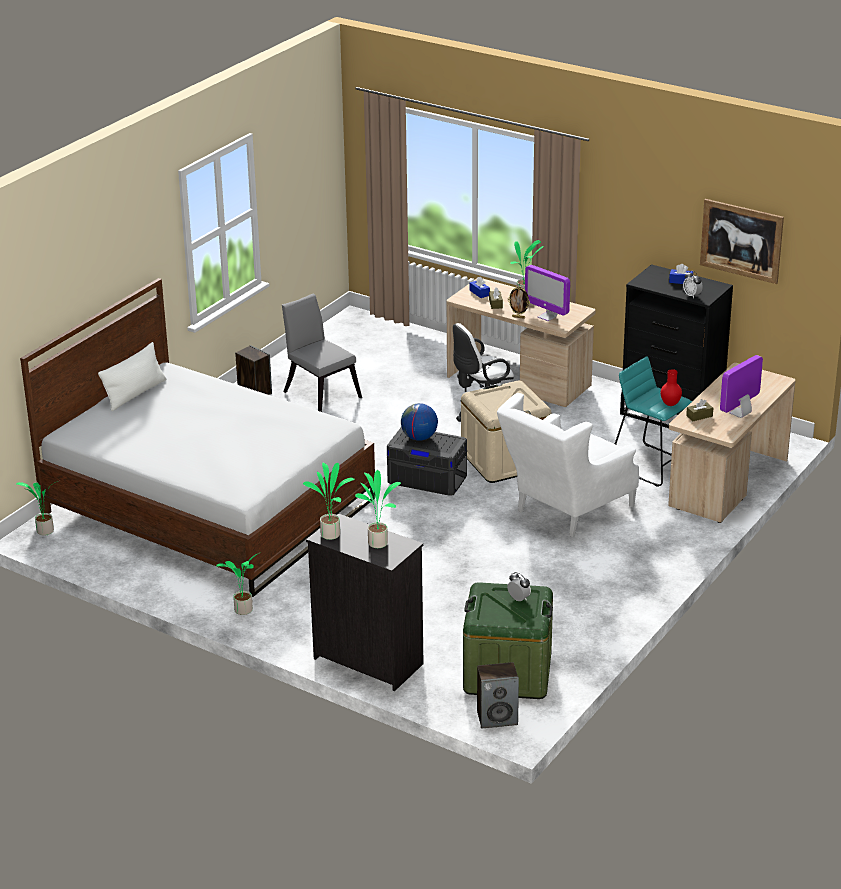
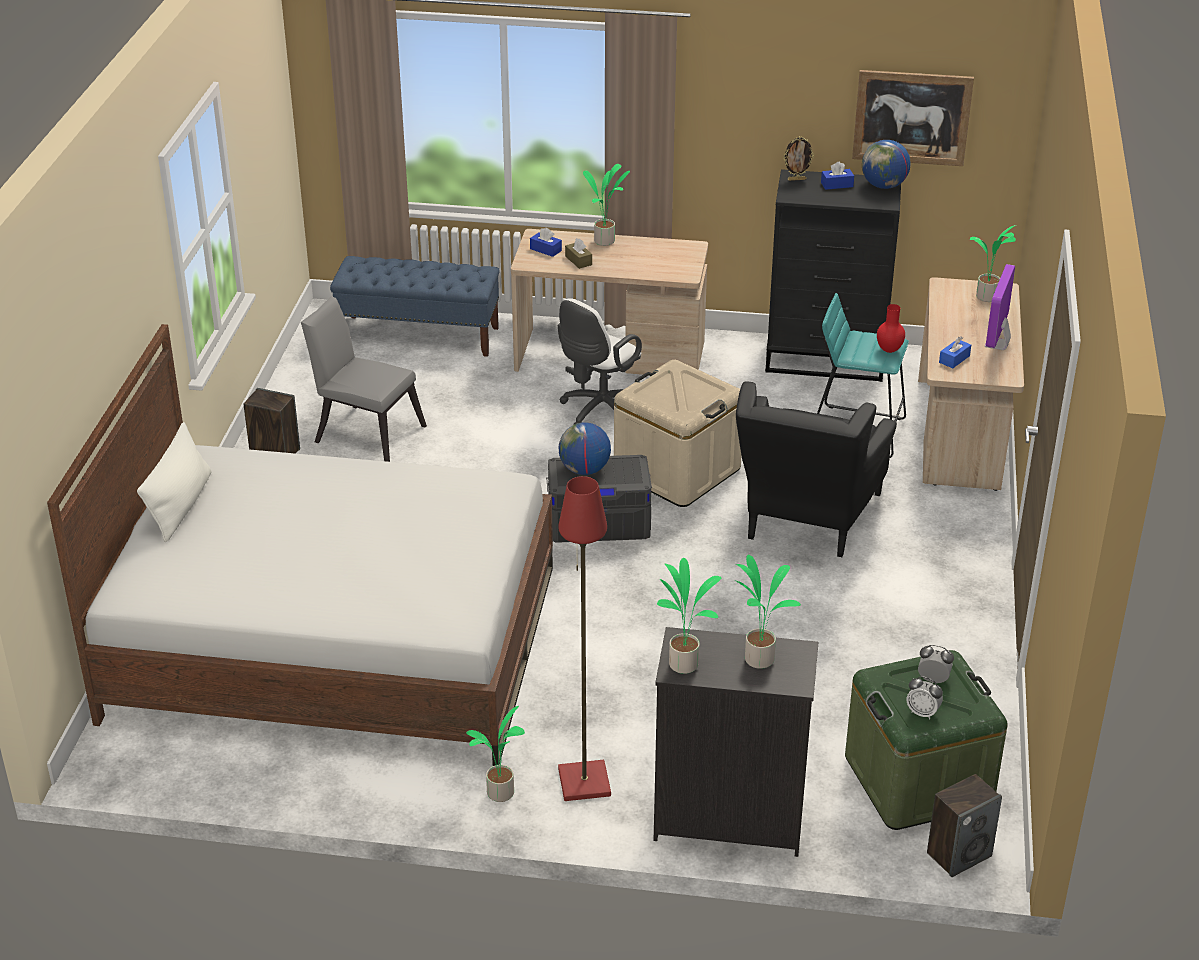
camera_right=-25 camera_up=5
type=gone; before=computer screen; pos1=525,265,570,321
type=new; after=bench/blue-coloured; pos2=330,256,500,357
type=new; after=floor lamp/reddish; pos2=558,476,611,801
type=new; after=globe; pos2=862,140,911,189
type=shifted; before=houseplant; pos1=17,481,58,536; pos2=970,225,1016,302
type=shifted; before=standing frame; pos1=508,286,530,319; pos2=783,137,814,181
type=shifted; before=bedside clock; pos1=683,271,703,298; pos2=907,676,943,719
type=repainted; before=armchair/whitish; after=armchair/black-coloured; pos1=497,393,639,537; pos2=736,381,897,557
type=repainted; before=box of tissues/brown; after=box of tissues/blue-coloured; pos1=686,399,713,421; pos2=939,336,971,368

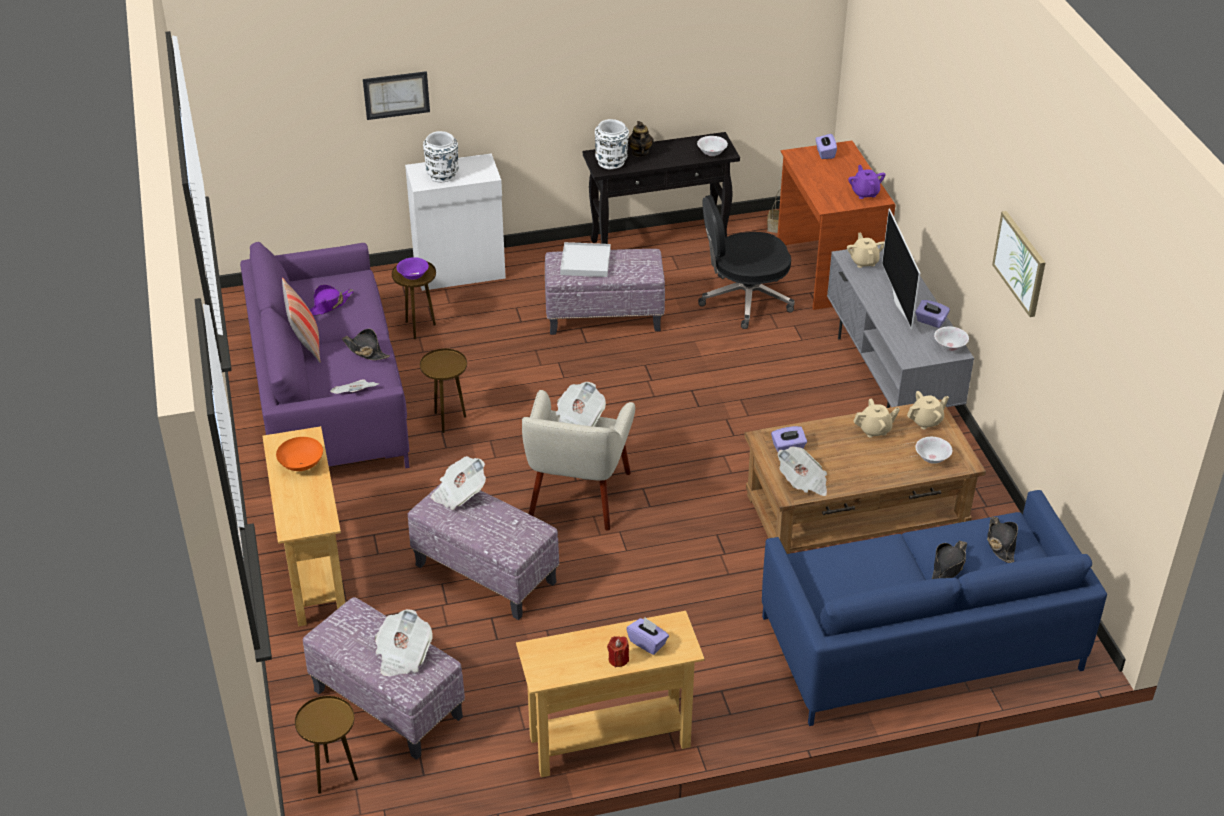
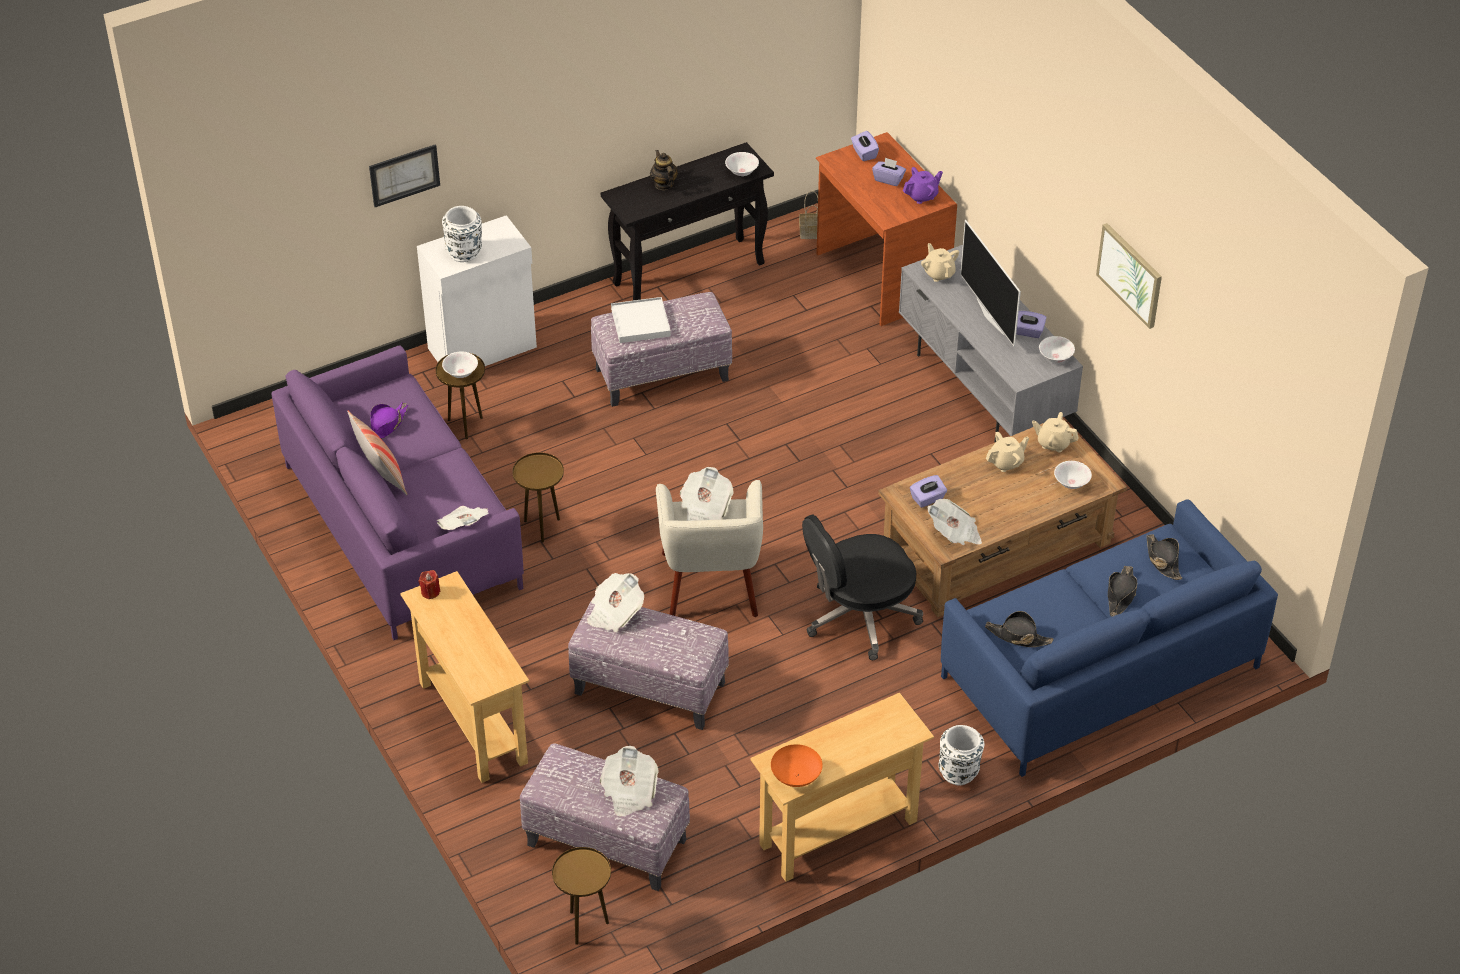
camera_right=-15 camera_up=5
type=shifted; before=serving bowl/orangey; pos1=276,437,323,471; pos2=771,744,823,787
type=shifted; before=wearable hat/black-coloured; pos1=342,329,390,360; pos2=985,611,1053,647
type=shifted; before=flower vase/whitish; pos1=595,119,629,169; pos2=939,725,984,785
type=shifted; before=wax candle/reddish; pos1=607,636,629,667; pos2=419,570,441,600
type=shifted; before=box of tissues/purple-coloured; pos1=626,618,669,655; pos2=872,157,906,186
type=shifted; before=computer chair/black-coloured; pos1=698,195,795,329; pos2=802,515,923,660
type=repainted; before=serving bowl/purple-coloured; after=serving bowl/whitish; pos1=396,257,429,280; pos2=442,352,478,378
type=rotated; before=pot for tea/purple-coloured; pos1=848,165,886,199; pos2=903,167,943,204; turn=90
type=rotated; before=pot for tea/beige-coloured; pos1=907,391,949,429; pos2=1032,412,1078,453; turn=-120

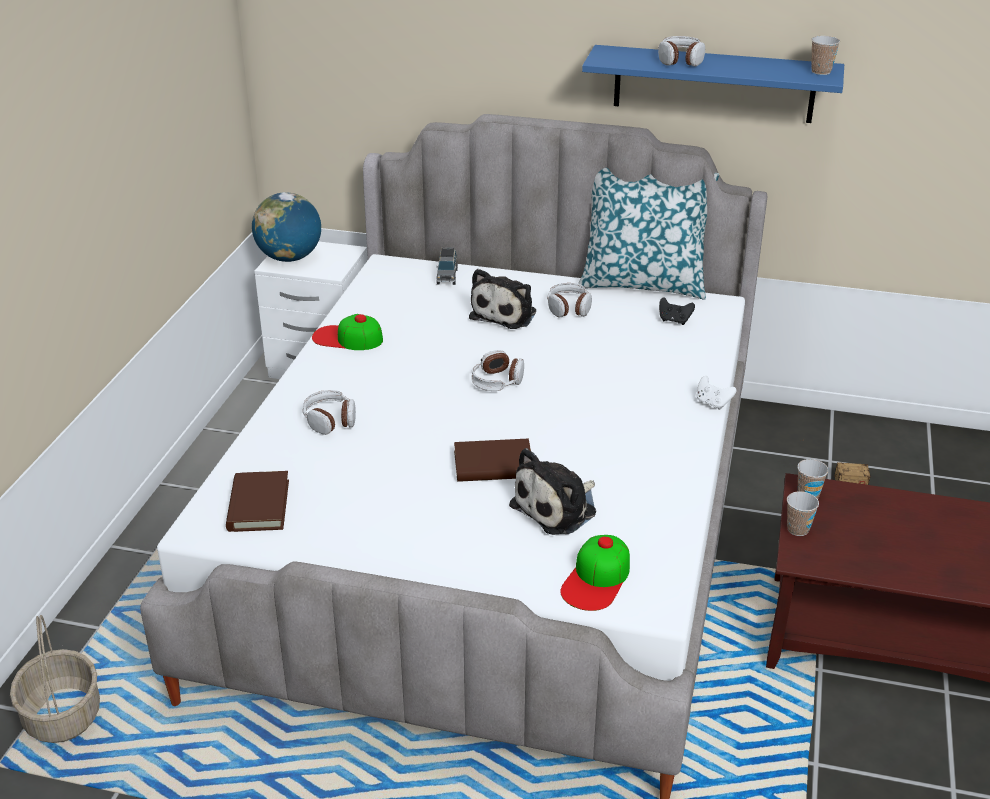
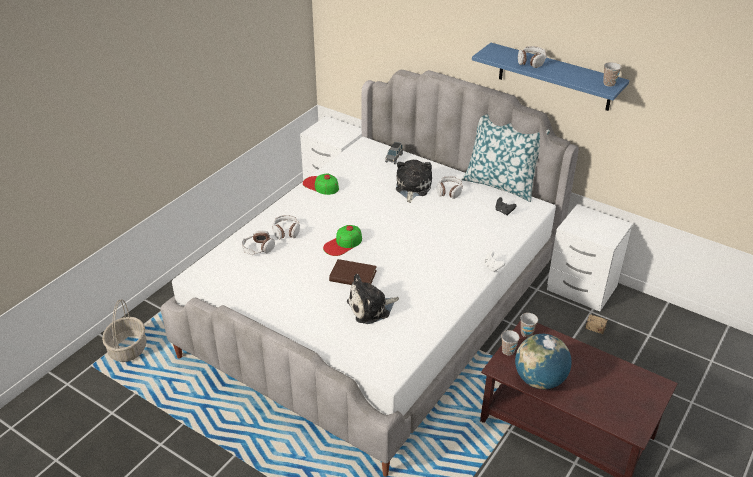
camera_right=20 camera_up=5
type=gone; before=bound book/brown; pos1=226,471,289,532
type=new; after=night table/whitish; pos2=547,204,633,312
type=shifted; before=globe; pos1=252,192,321,262; pos2=515,334,572,389
type=shifted; before=headset; pos1=472,350,524,391; pos2=242,230,275,255
type=shifted; before=cap; pos1=560,535,630,611; pos2=323,225,362,256
type=rotated; before=soft toy; pos1=469,269,536,329; pos2=396,160,432,203; turn=150

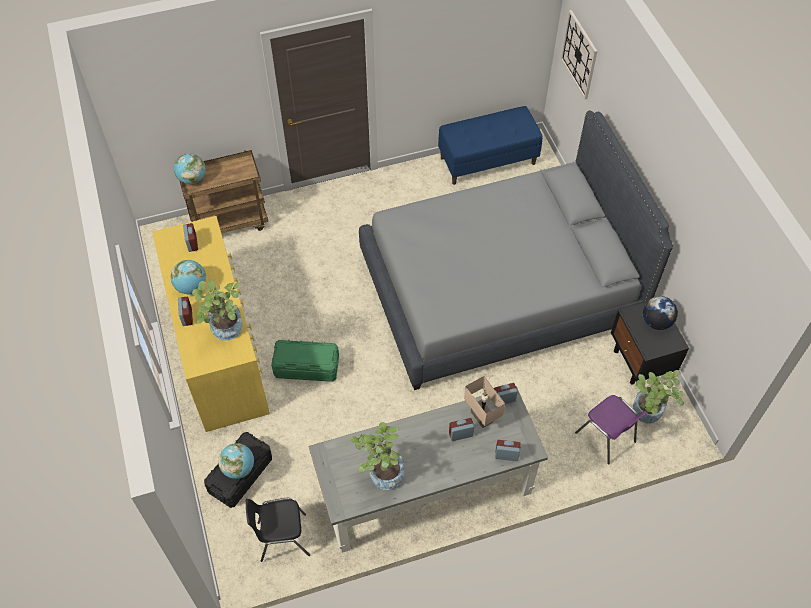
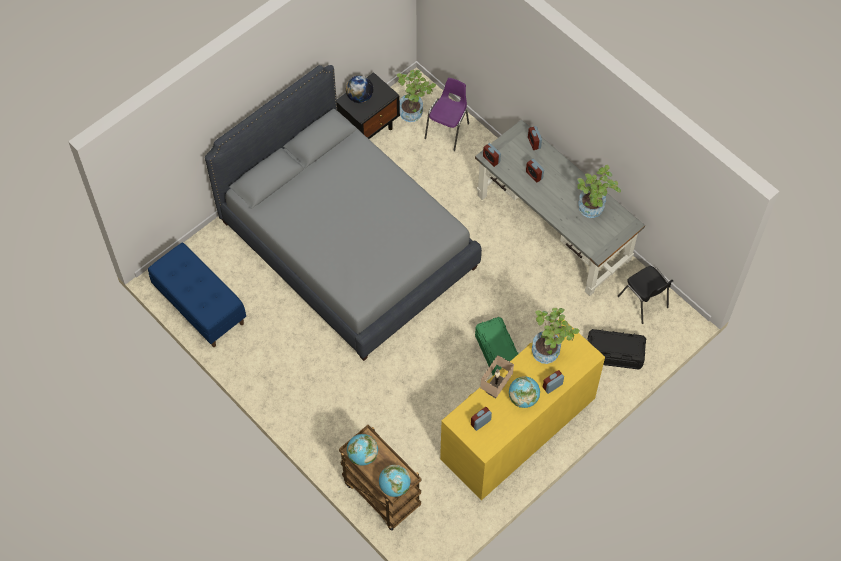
camera_right=-115 camera_up=5
type=gone; before=clock on the wall; pos1=561,10,597,99
type=shifted; before=globe; pos1=218,443,254,479; pos2=347,434,378,466
type=shifted; before=table lamp/beige-coloured; pos1=464,376,505,428; pos2=480,355,514,398

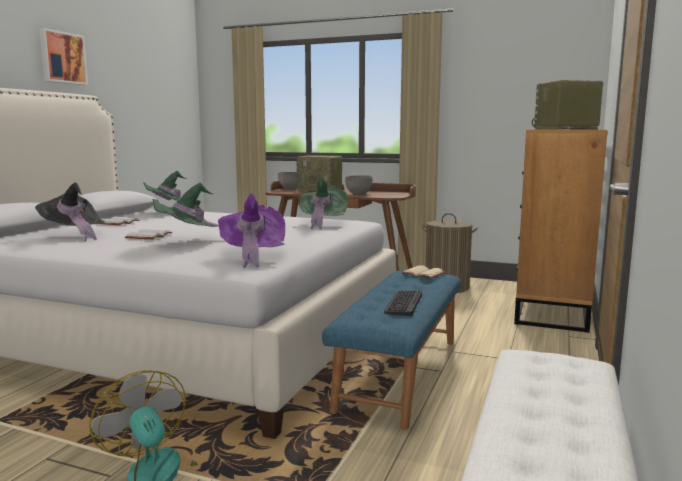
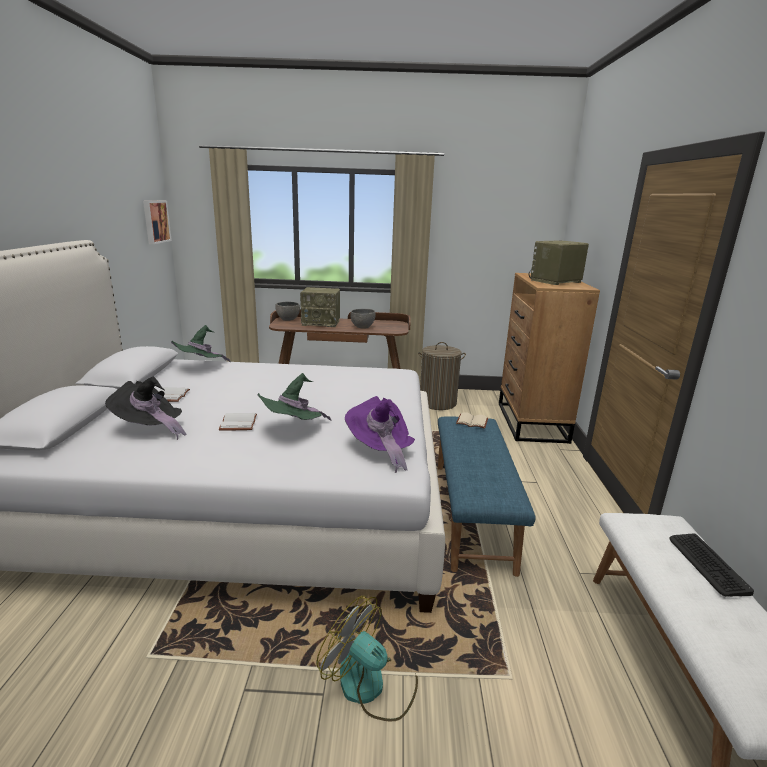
camera_right=-20 camera_up=10
type=gone; before=wearable hat/green-coloured; pos1=300,177,349,229
type=shifted; before=wall art; pos1=39,28,88,85; pos2=143,201,172,244
type=shifted; before=PC keyboard; pos1=384,290,422,316; pos2=669,533,754,597

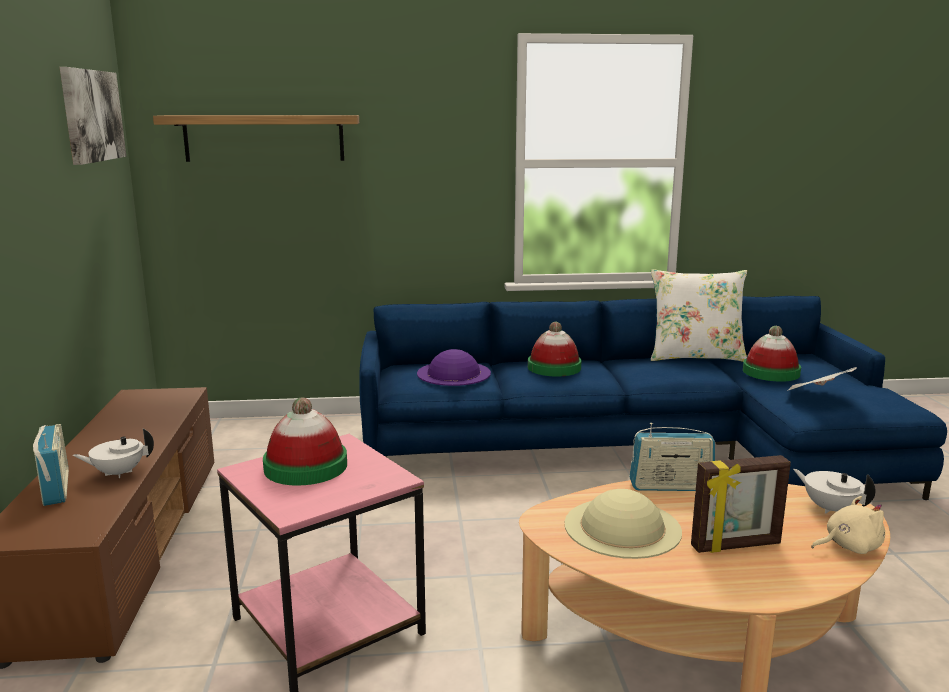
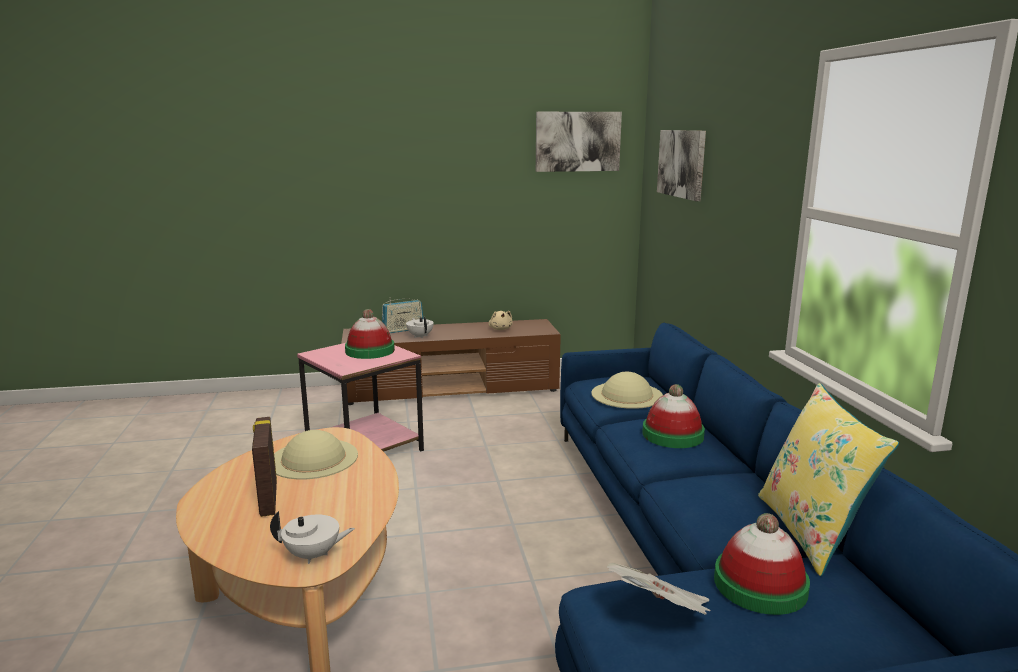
camera_right=85 camera_up=0
type=gone; before=radio; pos1=629,423,715,491
type=shifted; before=soft toy/beige-coloured; pos1=812,496,885,554; pos2=489,311,513,330
type=swapped; before=wall shelf; after=wall art; pos1=153,115,359,162; pos2=657,130,706,201
type=repainted; before=wearable hat/purple-coloured; after=wearable hat/beige-coloured; pos1=417,349,491,386; pos2=591,372,663,409
type=repainted; before=pillow/whitish; after=pillow/yellowish; pos1=651,269,747,362; pos2=758,383,899,576
type=rotated; before=pot for tea/whitish; pos1=793,469,876,514; pos2=270,511,355,564; turn=45

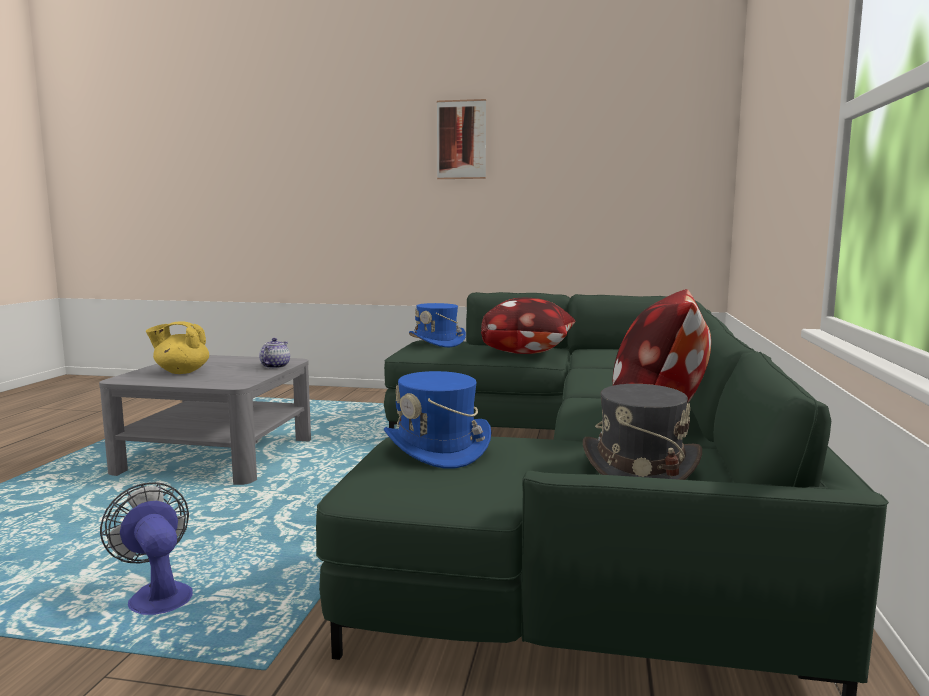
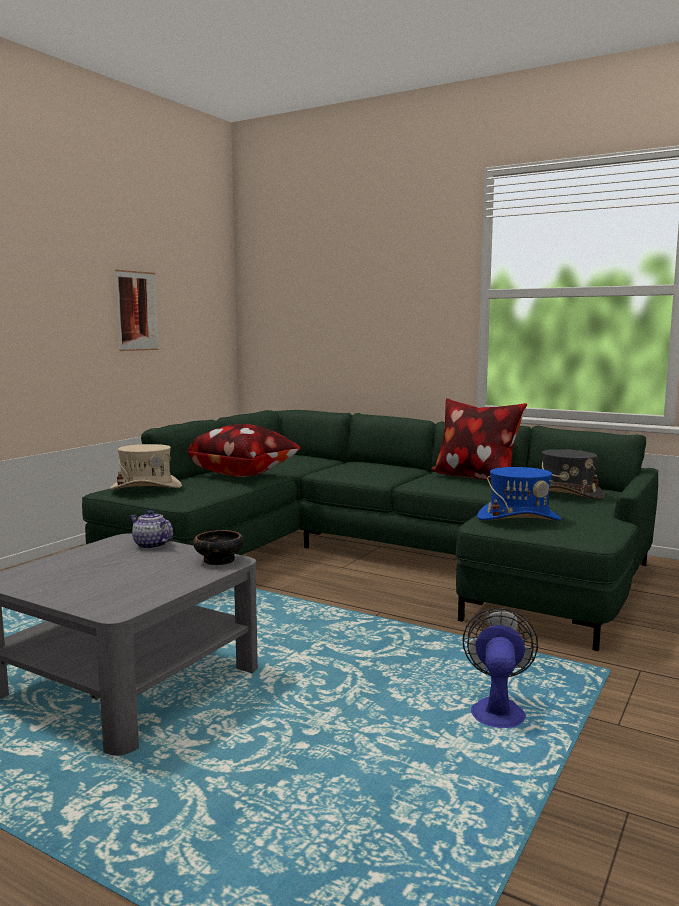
camera_right=-70 camera_up=0
type=gone; before=pot for tea/yellowish; pos1=146,322,209,374
type=new; after=serving bowl; pos2=193,530,244,565
type=shifted; before=wall art; pos1=437,99,486,179; pos2=116,270,158,351
type=repainted; before=wearable hat/blue-coloured; after=wearable hat/beige-coloured; pos1=409,303,466,347; pos2=110,444,182,490
type=rotated; before=cooling fan; pos1=100,482,193,615; pos2=462,608,538,728; turn=120

